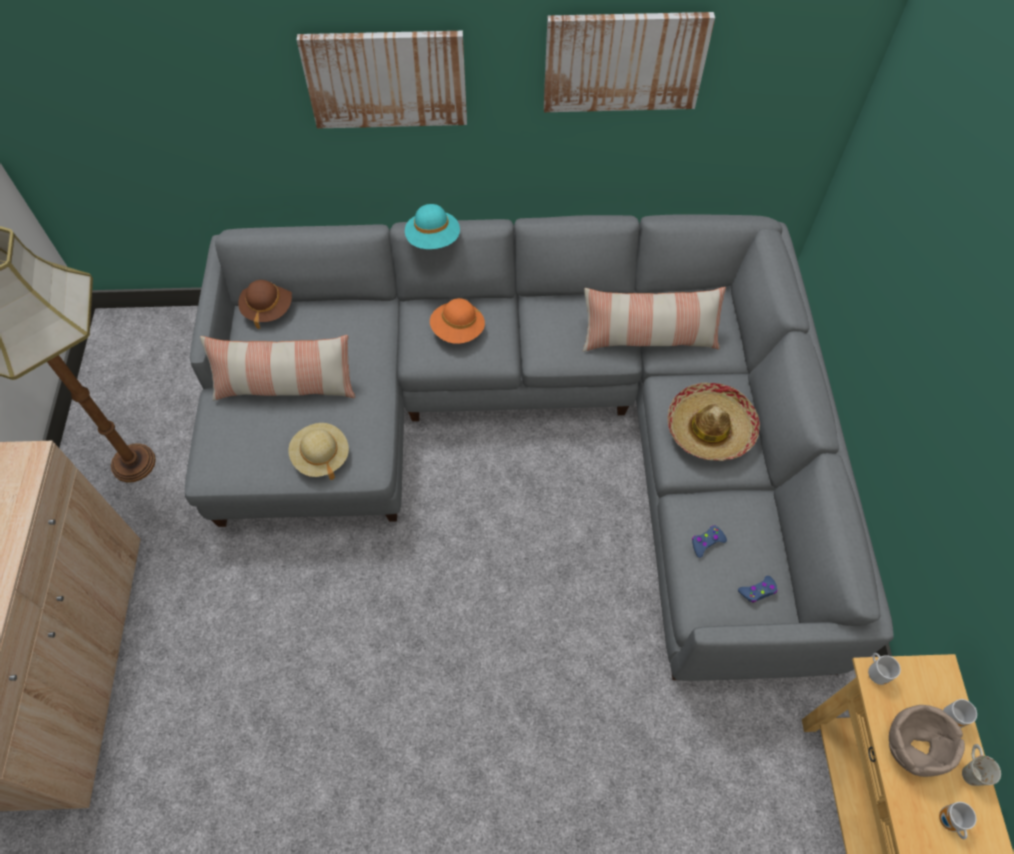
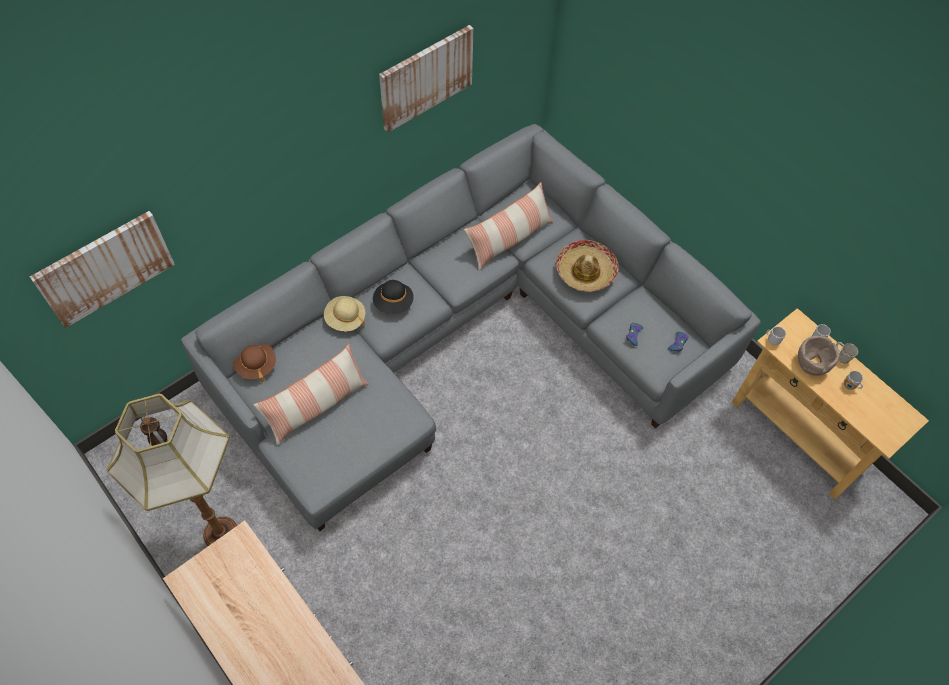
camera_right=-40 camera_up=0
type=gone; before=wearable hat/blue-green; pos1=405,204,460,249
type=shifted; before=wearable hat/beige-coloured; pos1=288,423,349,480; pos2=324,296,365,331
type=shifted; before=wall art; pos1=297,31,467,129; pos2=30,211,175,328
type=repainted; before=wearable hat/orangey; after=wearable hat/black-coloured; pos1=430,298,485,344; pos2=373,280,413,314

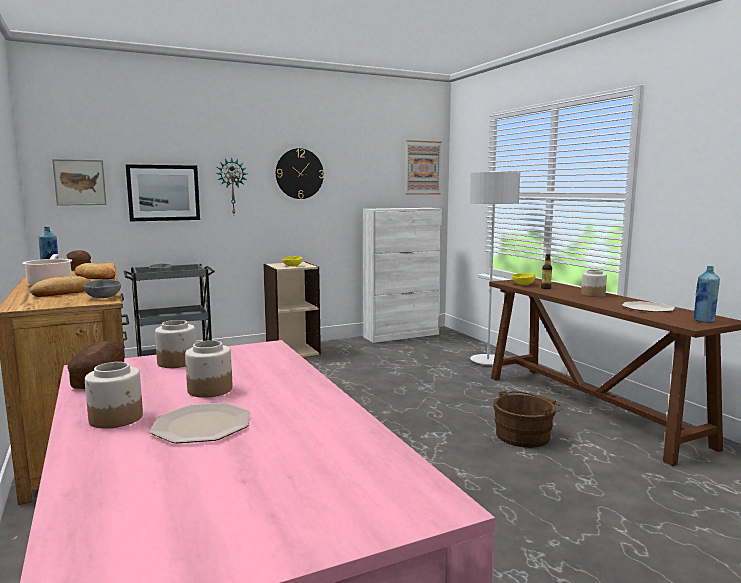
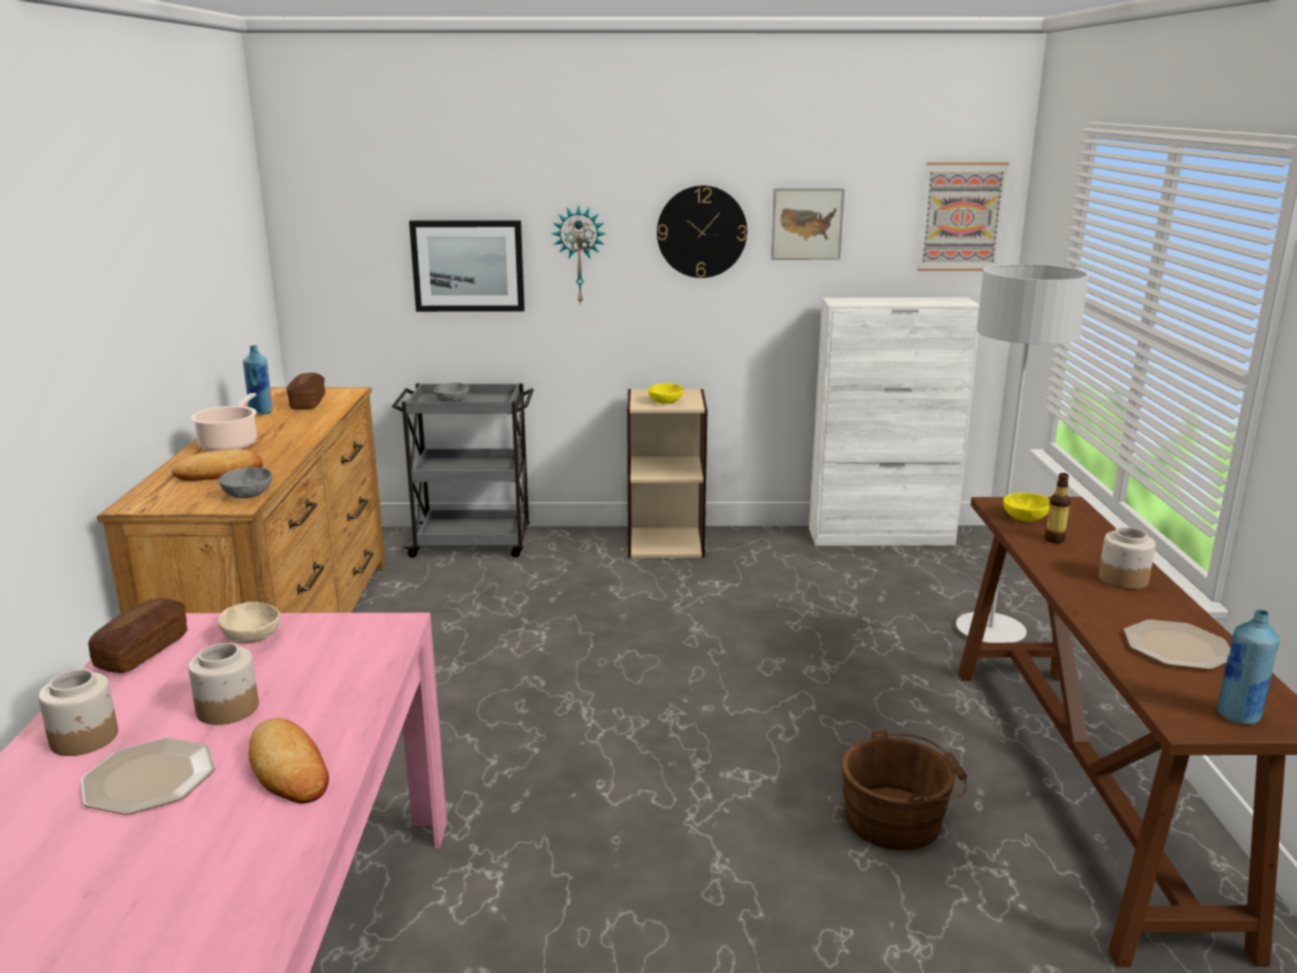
camera_right=25 camera_up=10
type=shifted; before=wall art; pos1=52,159,107,206; pos2=771,188,845,260
type=shifted; before=bread; pos1=74,263,115,280; pos2=248,718,329,803
type=swapped; before=preserve jar; after=serving bowl/beige-coloured; pos1=155,320,196,368; pos2=218,602,280,644

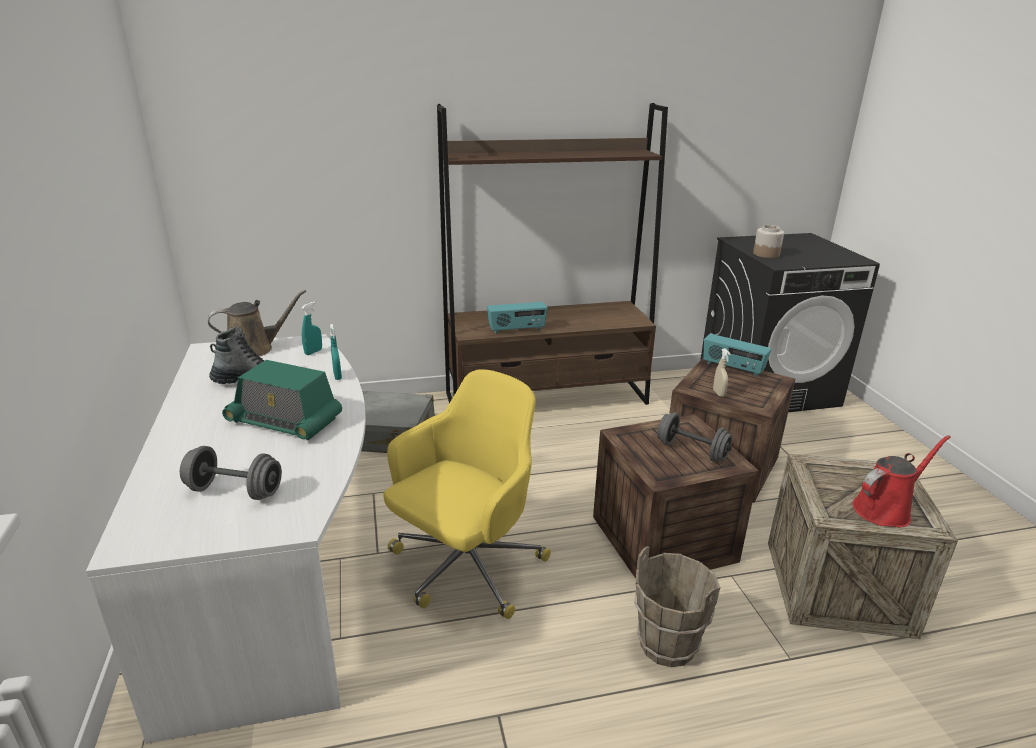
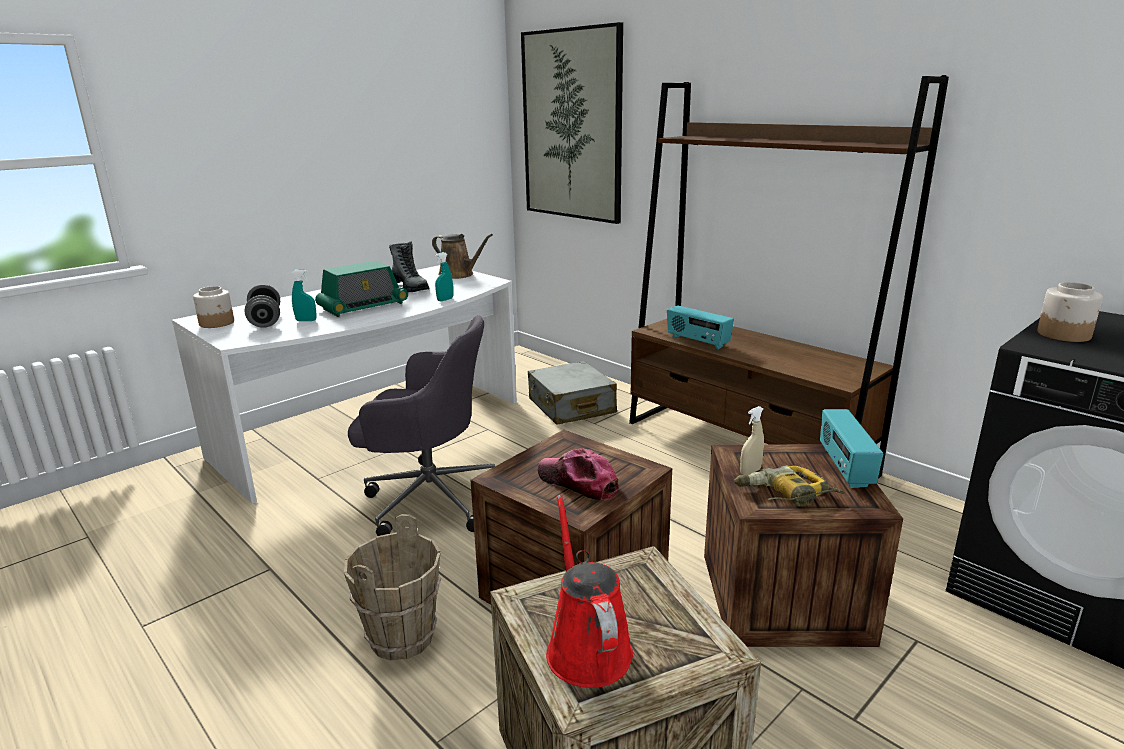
camera_right=60 camera_up=-5
type=new; after=preserve jar; pos2=193,286,234,328
type=new; after=wall art; pos2=521,22,623,224
type=new; after=electric drill; pos2=734,465,845,506
type=shifted; before=sprayer/blue-green; pos1=302,302,322,355; pos2=292,270,317,321
type=swapped; before=dumbbell/grey; after=cap; pos1=657,412,732,462; pos2=538,448,619,501
type=repainted; before=computer chair/yellowish; after=computer chair/grey; pos1=384,369,551,619; pos2=348,316,495,536
type=rotated; before=radio; pos1=222,360,342,440; pos2=315,261,408,317; turn=-120
type=rotated; before=sprinkling can/reddish; pos1=853,435,951,527; pos2=546,495,633,688; turn=-135

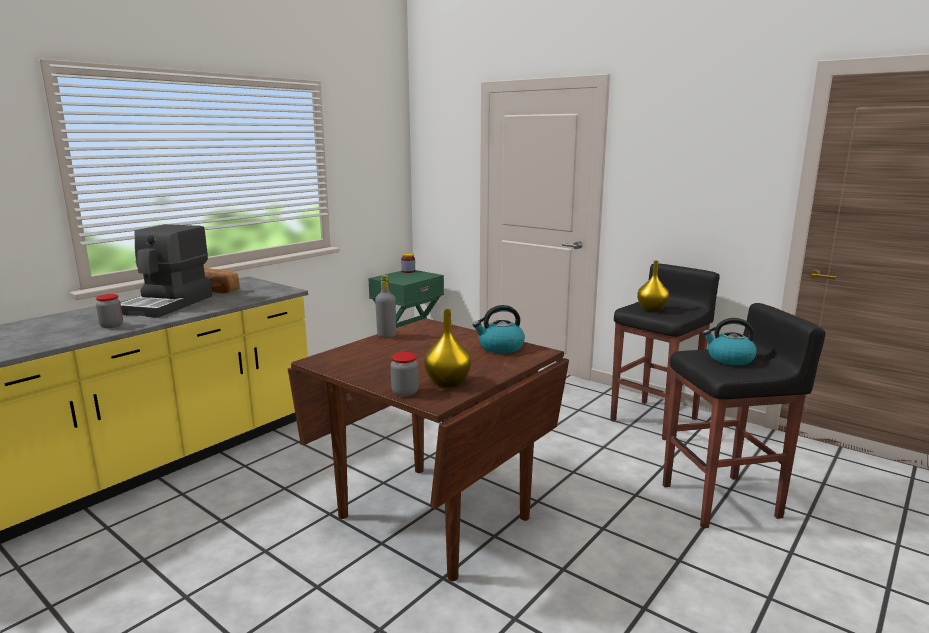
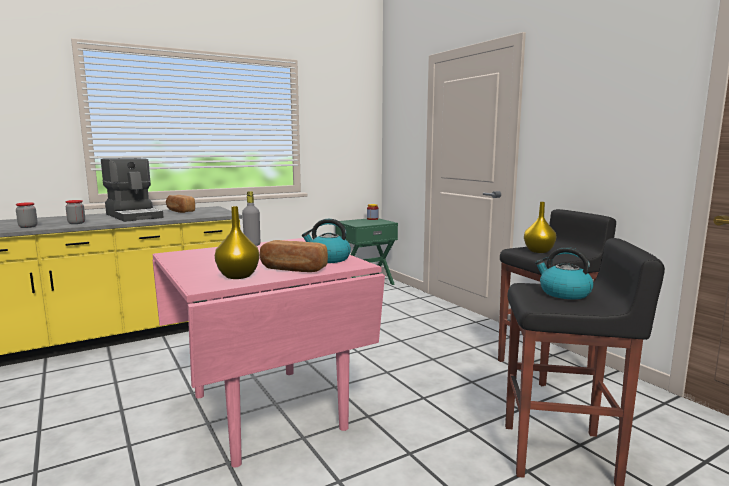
camera_right=20 camera_up=-5
type=new; after=bread; pos2=260,240,328,272
type=shifted; before=preserve jar; pos1=391,352,419,397; pos2=16,202,38,228
type=repainted; before=dinner table/brown; after=dinner table/pinkish; pos1=288,318,569,581; pos2=152,238,385,468
type=rotated; before=coffee brewer; pos1=121,224,212,318; pos2=101,158,164,222; turn=-75

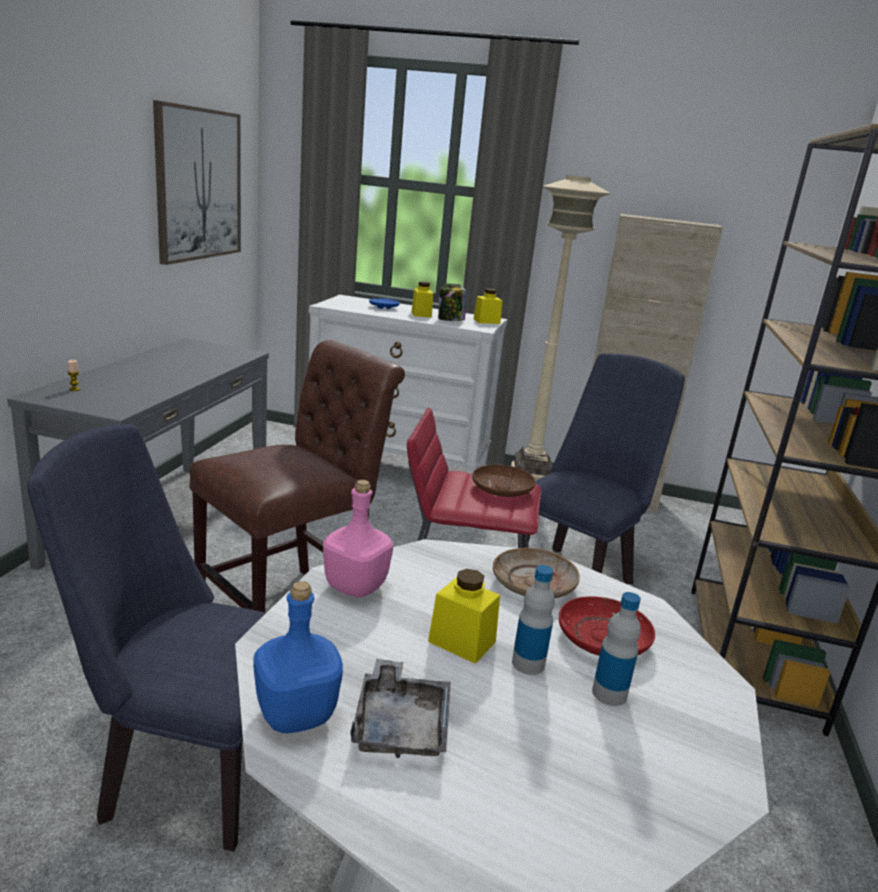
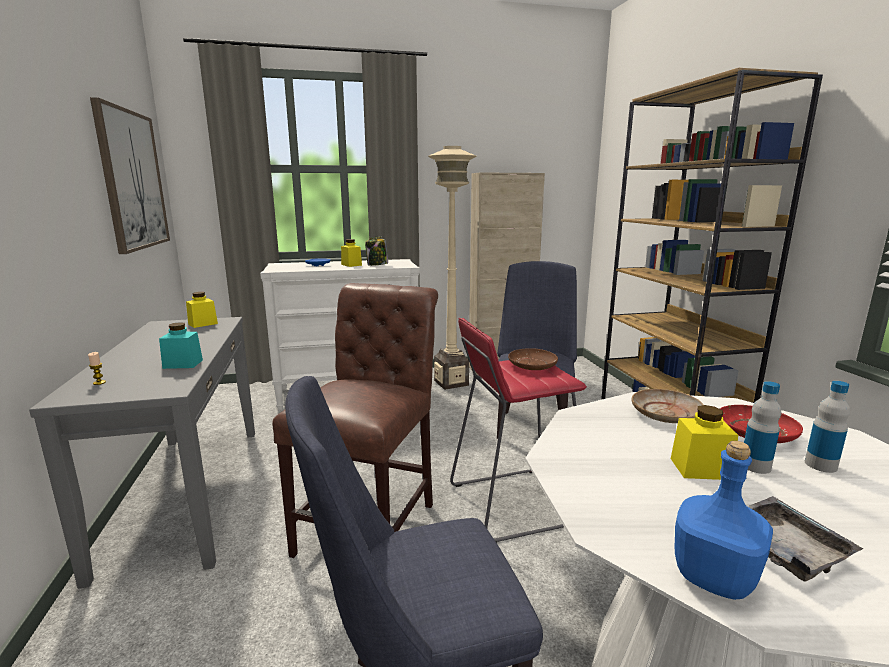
camera_right=-25 camera_up=-5
type=gone; before=drink bottle/pinkish; pos1=323,480,393,598
type=new; after=preserve jar/blue-green; pos2=159,322,203,369
type=shifted; before=preserve jar/yellowish; pos1=474,289,502,324; pos2=186,292,218,328

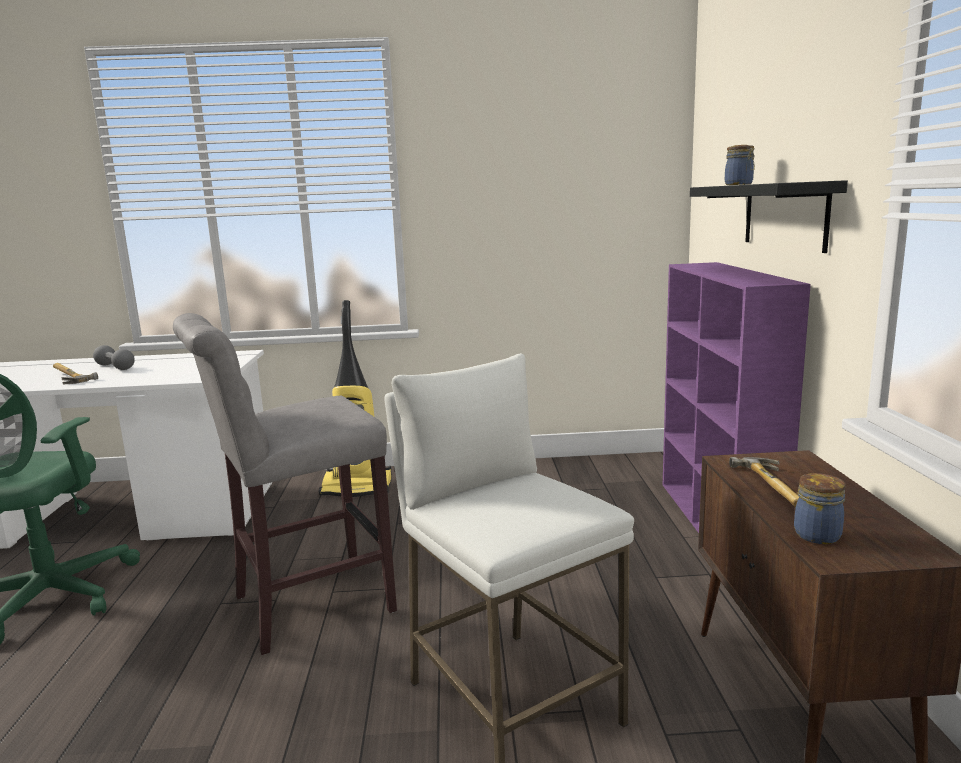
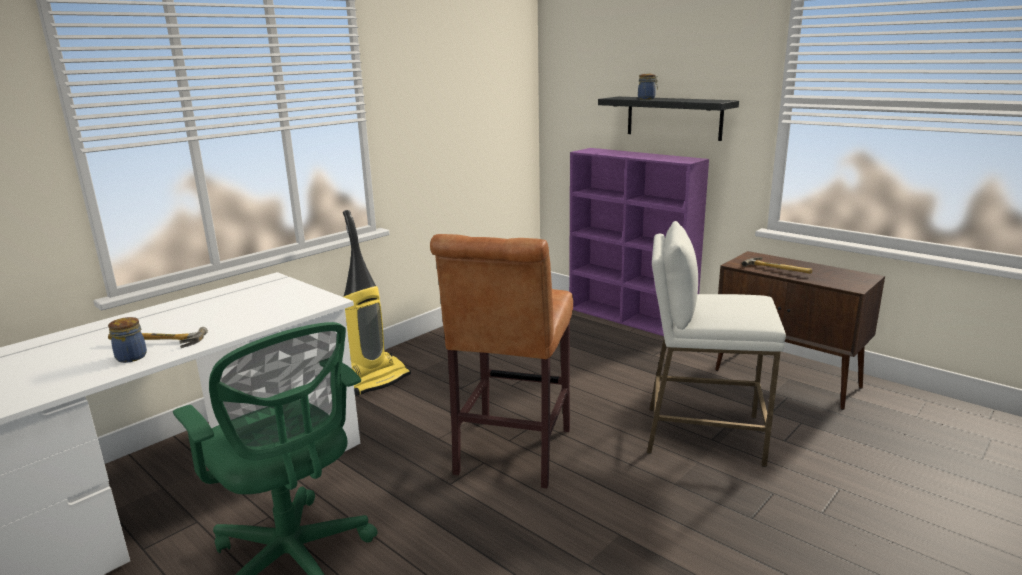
camera_right=-45 camera_up=5
type=gone; before=dumbbell/grey; pos1=93,345,135,370
type=shifted; before=preserve jar; pos1=794,473,846,544; pos2=108,317,147,363
type=repainted; before=sitting stool/grey; after=sitting stool/brown; pos1=173,313,397,655; pos2=430,234,573,488

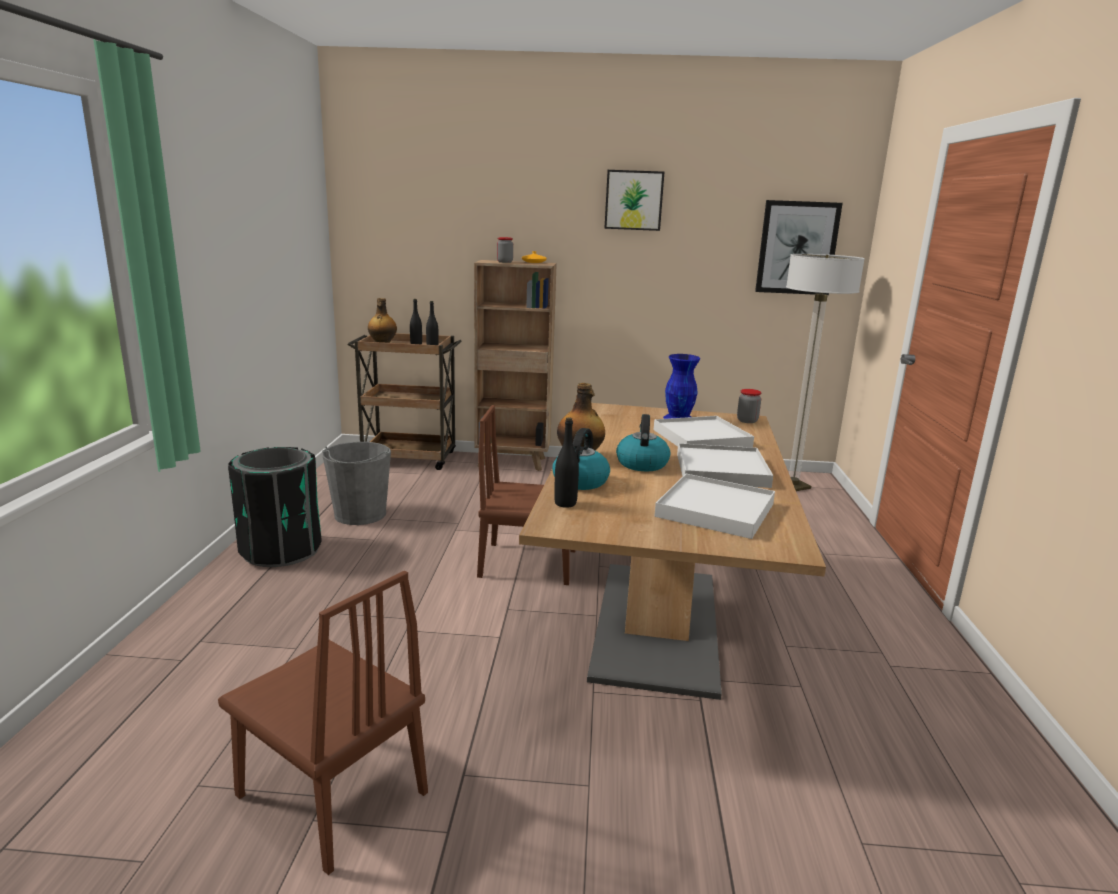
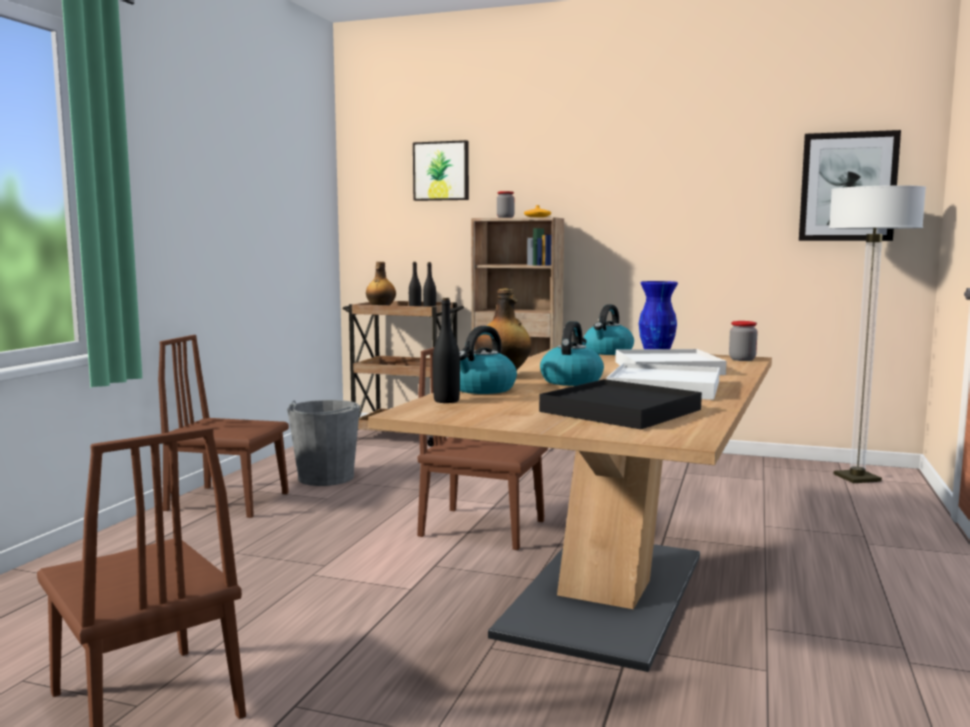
camera_right=15 camera_up=-10
type=new; after=kettle; pos2=584,305,634,355
type=shifted; before=wall art; pos1=604,170,664,231; pos2=413,140,469,201
type=swapped; before=trash can/black-coloured; after=upright chair/brown; pos1=228,447,322,567; pos2=158,335,289,518
type=repainted; before=carrying tray/whitish; after=carrying tray/black-coloured; pos1=655,474,775,539; pos2=539,379,702,429

